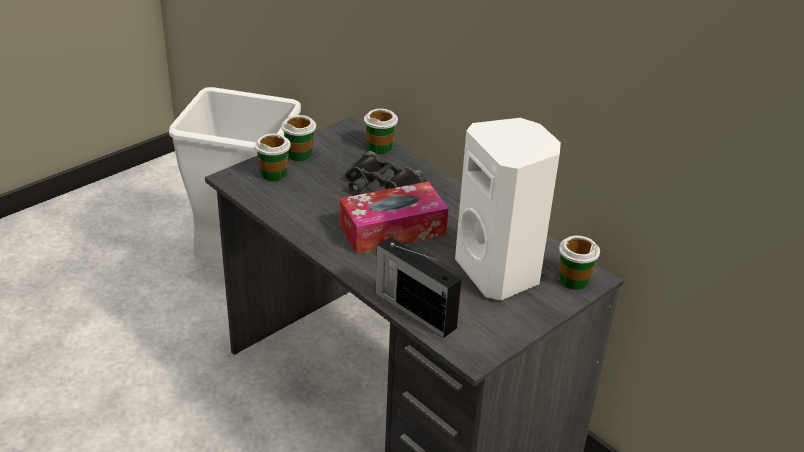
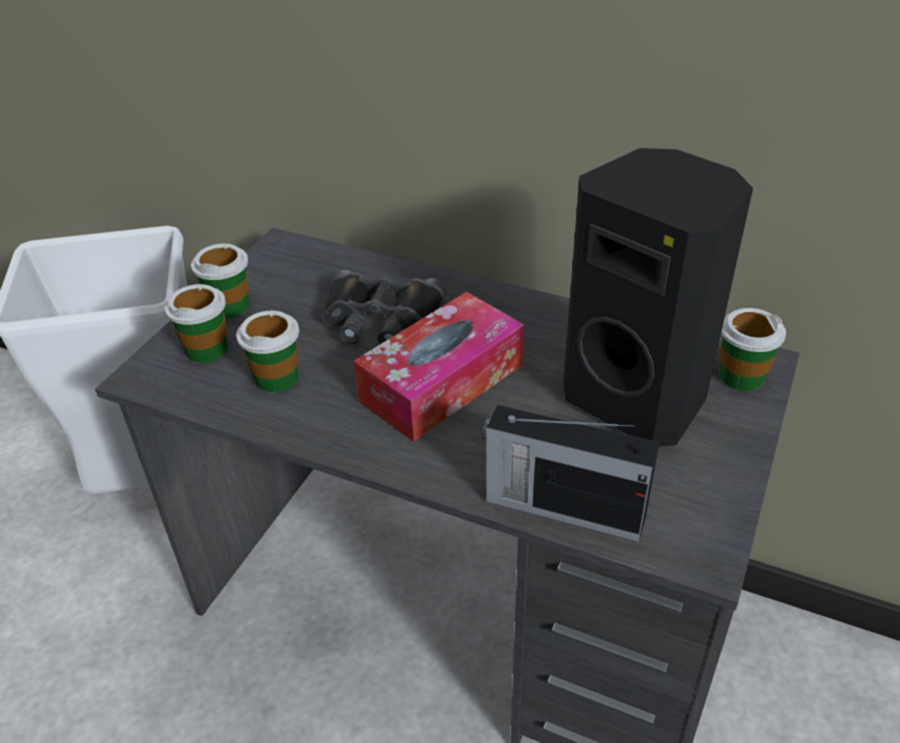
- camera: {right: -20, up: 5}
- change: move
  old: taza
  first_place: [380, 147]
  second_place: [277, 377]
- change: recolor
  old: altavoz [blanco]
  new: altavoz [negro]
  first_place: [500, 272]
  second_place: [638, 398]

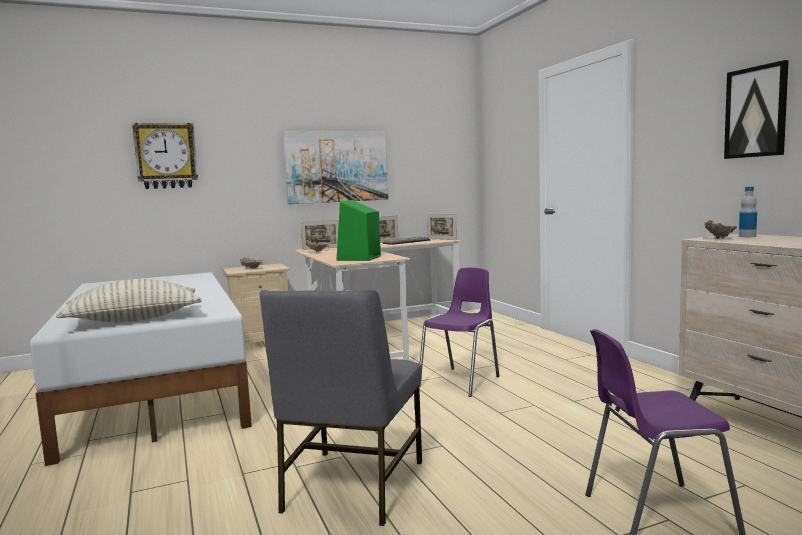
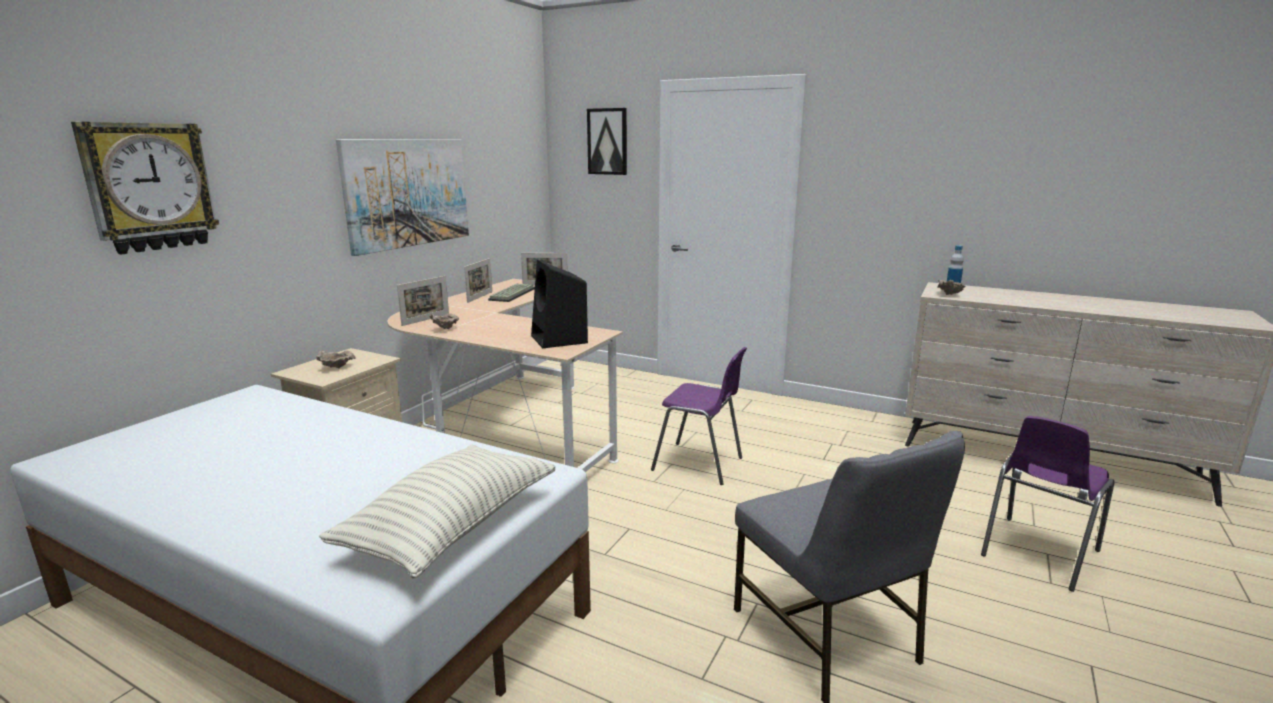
- camera: {right: -40, up: 10}
- change: recolor
  old: altavoz [verde]
  new: altavoz [negro]
  first_place: [359, 258]
  second_place: [560, 340]
- change: move
  old: cuadro
  first_place: [756, 112]
  second_place: [607, 141]
- change: rotate
  old: silla [morado]
  first_place: [461, 381]
  second_place: [700, 464]
  degrees: 120

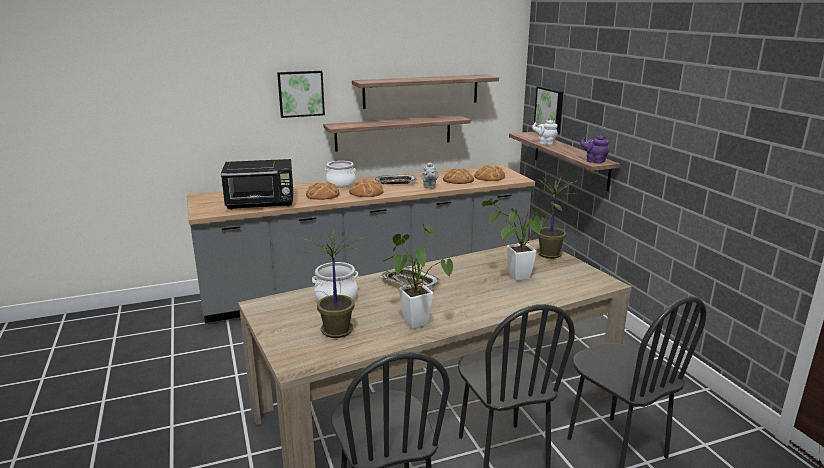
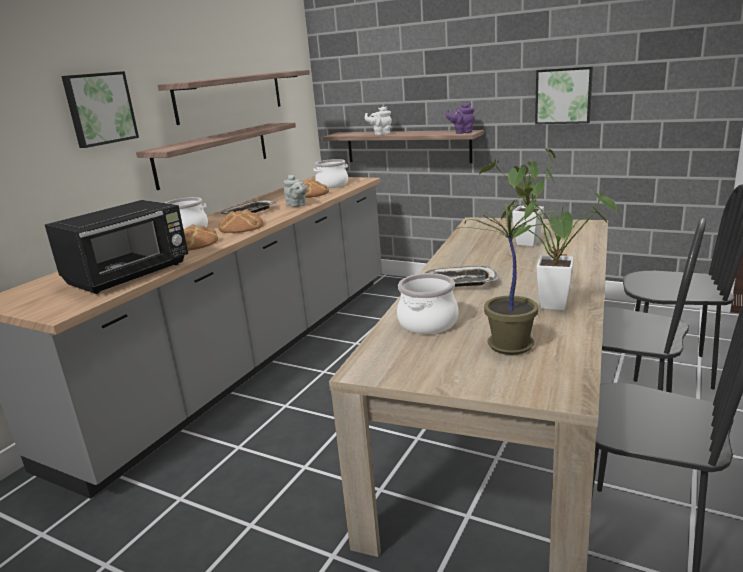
- camera: {right: -40, up: 0}
- change: replace
  old: pan
  new: olla
  first_place: [489, 177]
  second_place: [332, 185]
- change: move
  old: cuadro
  first_place: [550, 109]
  second_place: [563, 96]
- change: delete
  old: planta en maceta
  first_place: [550, 255]

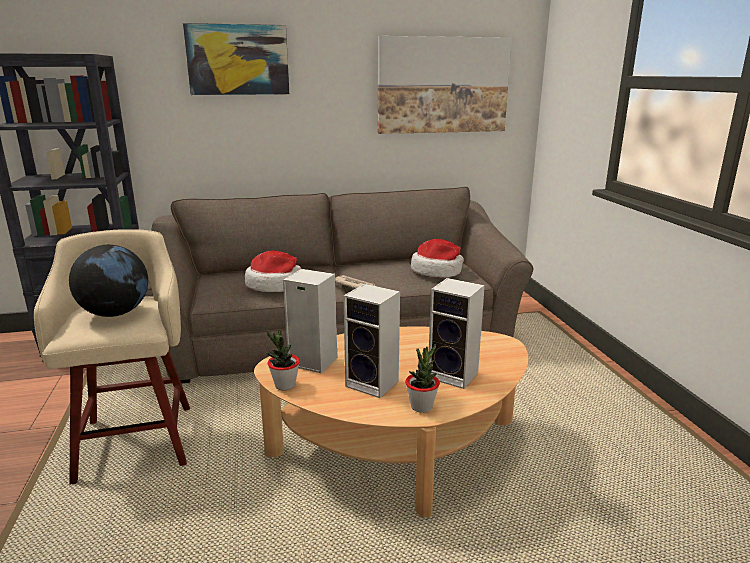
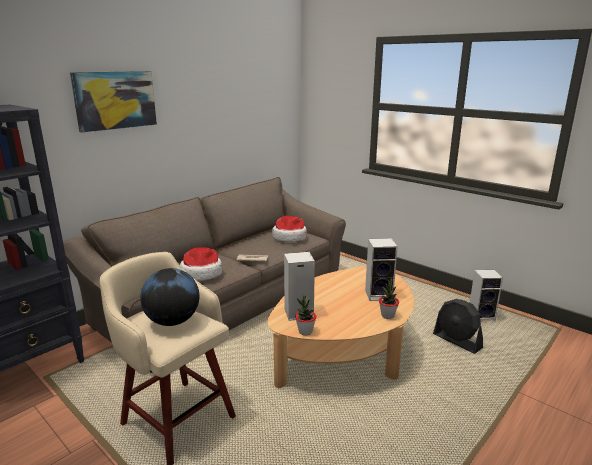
- camera: {right: -35, up: 0}
- change: insert
  new: ventilador [negro]
  second_place: [457, 341]
- change: move
  old: altavoz
  first_place: [374, 384]
  second_place: [482, 317]
- change: delete
  old: cuadro
  first_place: [443, 85]

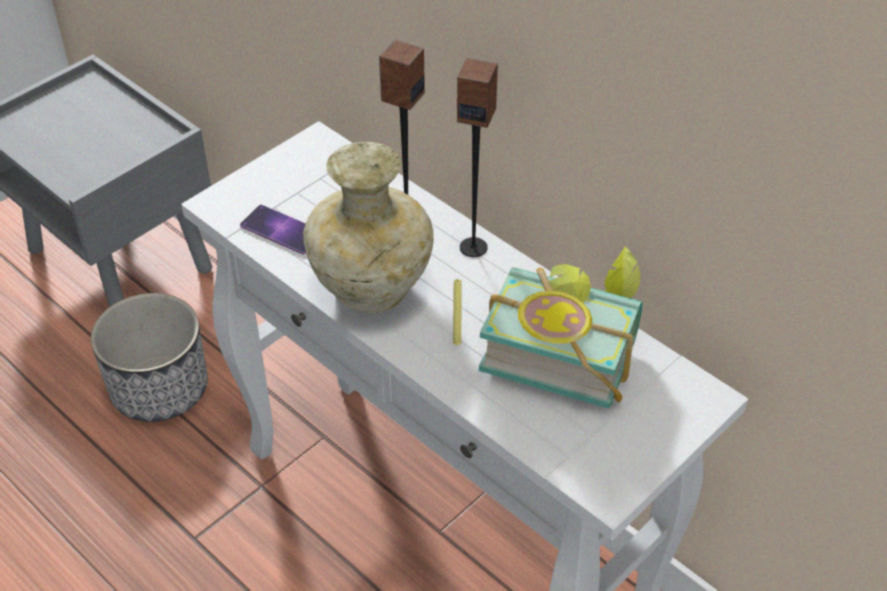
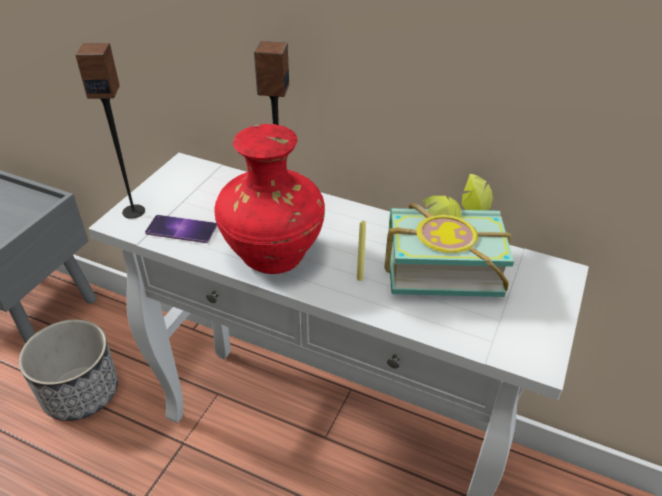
- camera: {right: -20, up: -5}
- change: move
  old: altavoz
  first_place: [473, 247]
  second_place: [134, 211]
- change: recolor
  old: florero [beis]
  new: florero [rojo]
  first_place: [370, 290]
  second_place: [273, 256]

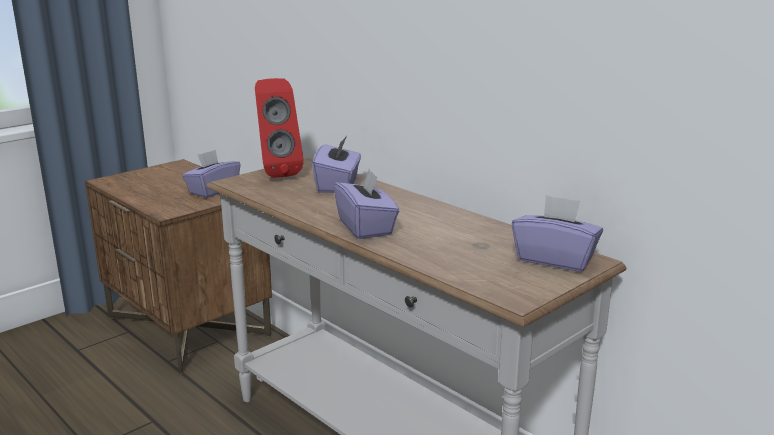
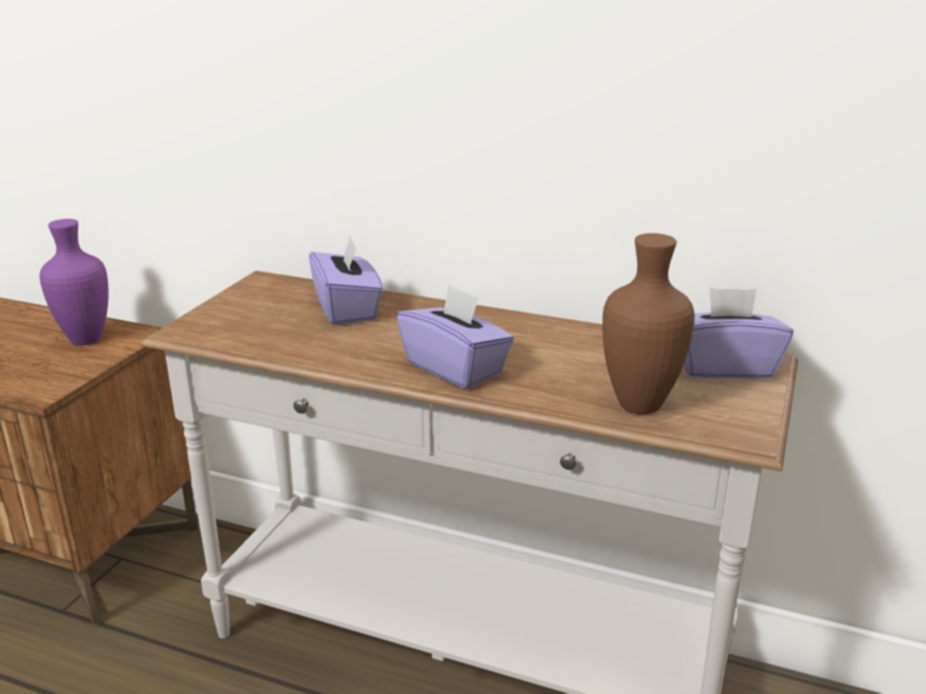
- camera: {right: -25, up: 5}
- change: replace
  old: caja de pañuelos [morado]
  new: florero [morado]
  first_place: [213, 191]
  second_place: [86, 341]
- change: insert
  new: florero [marrón]
  second_place: [636, 406]
- change: delete
  old: altavoz [rojo]
  first_place: [277, 173]

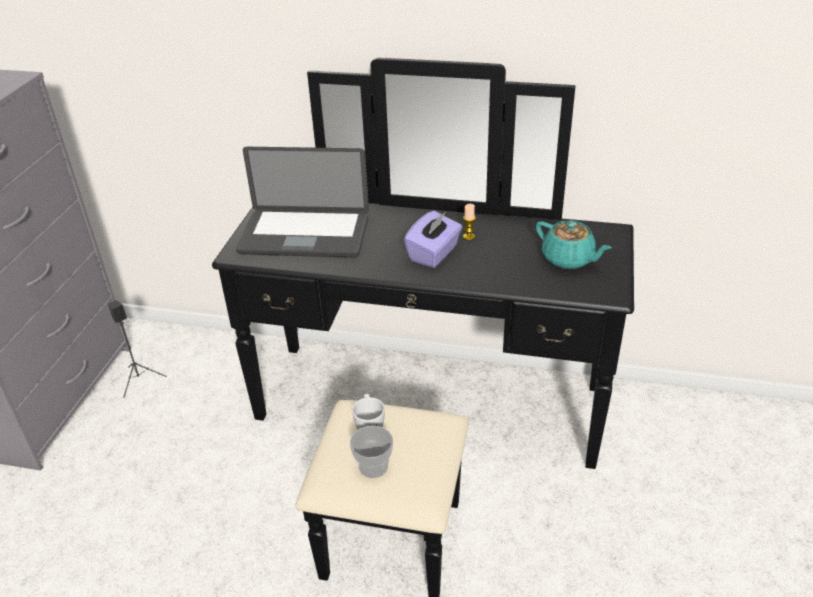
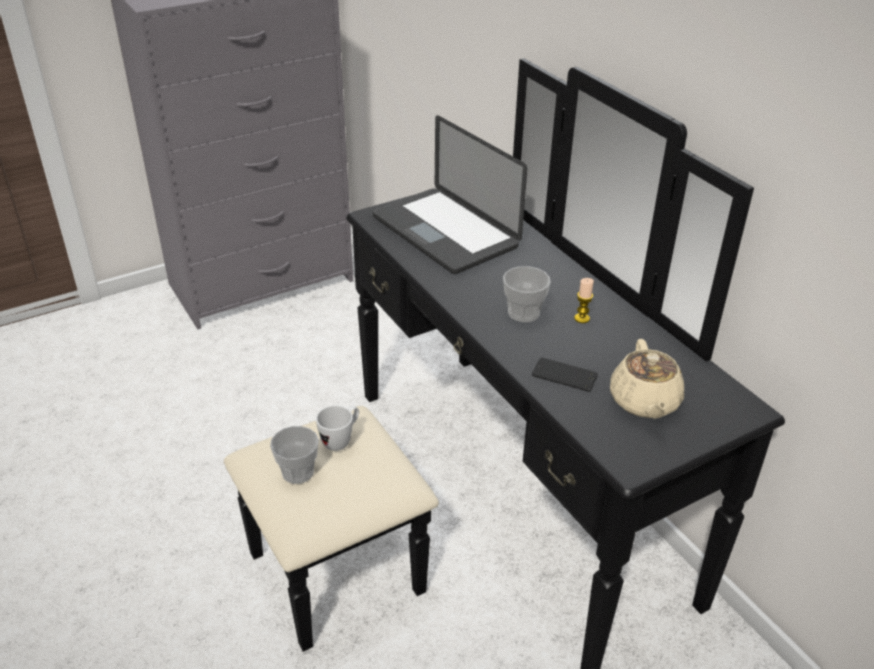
- camera: {right: 45, up: 0}
- change: replace
  old: caja de pañuelos [morado]
  new: taza
  first_place: [434, 254]
  second_place: [523, 313]
- change: insert
  new: móvil
  second_place: [564, 375]
- change: recolor
  old: tetera [turquesa]
  new: tetera [beis]
  first_place: [569, 259]
  second_place: [644, 402]
- change: delete
  old: altavoz [negro]
  first_place: [140, 379]

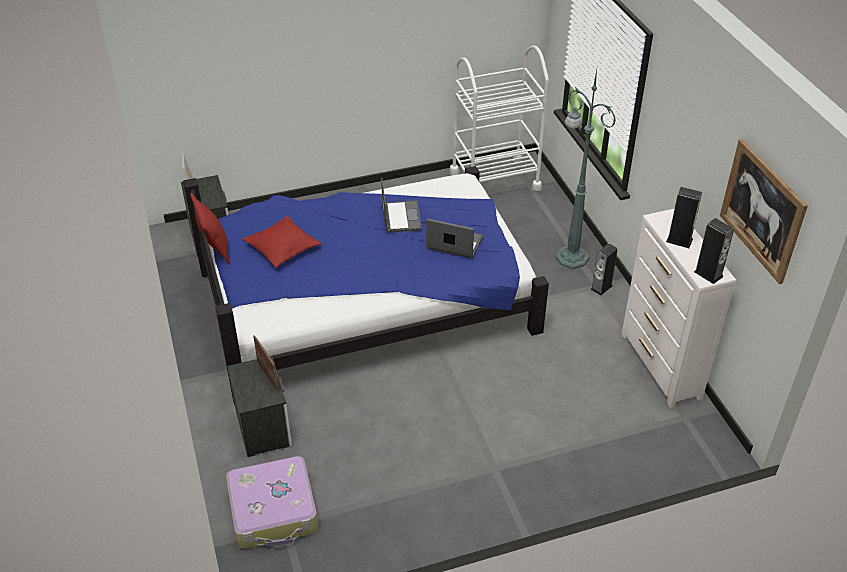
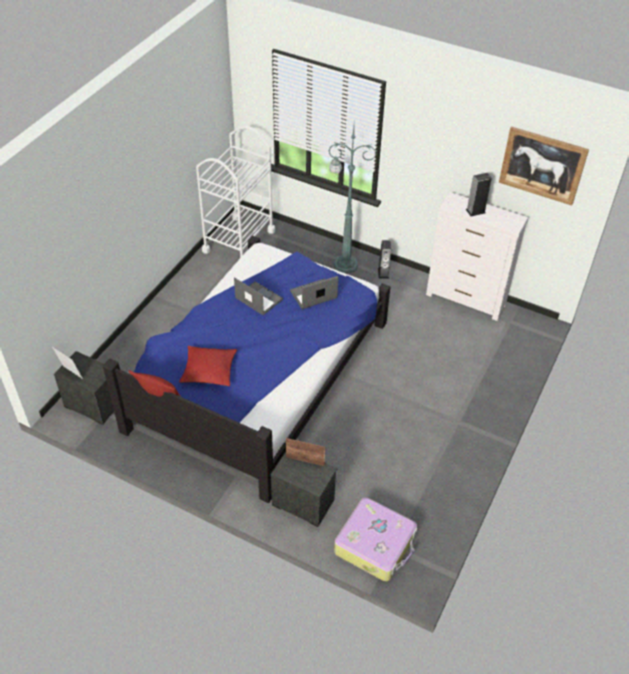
- camera: {right: -45, up: 5}
- change: delete
  old: altavoz
  first_place: [708, 274]

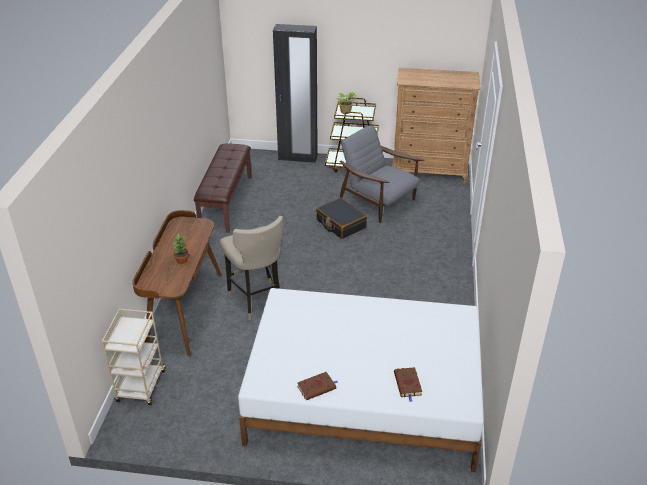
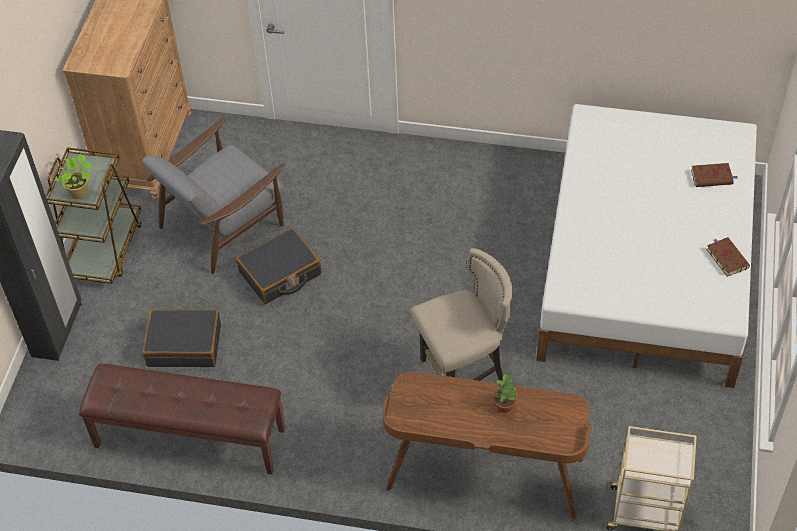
- camera: {right: -85, up: 15}
- change: insert
  new: maleta [negro]
  second_place: [184, 345]

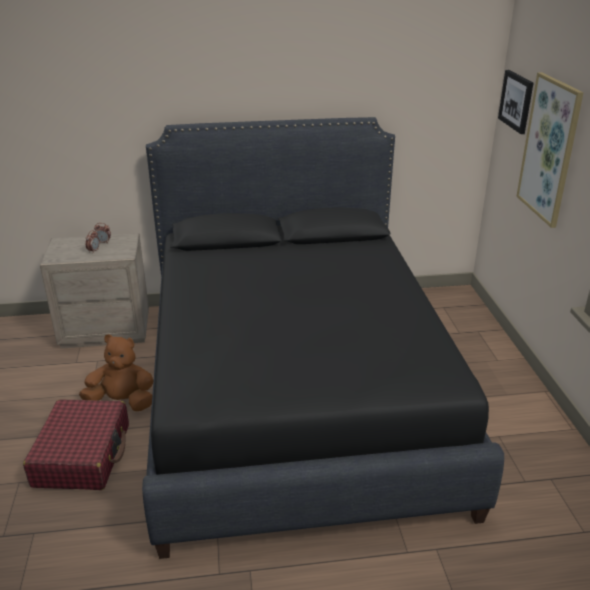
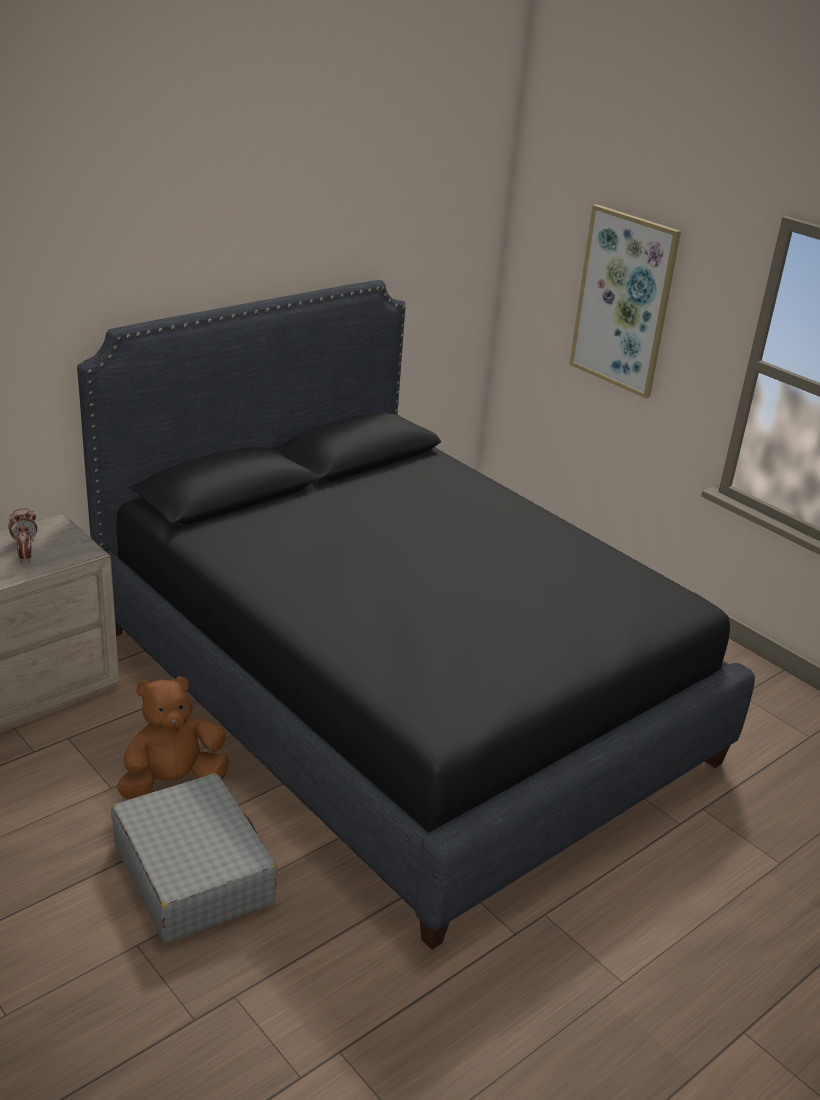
- camera: {right: -35, up: 0}
- change: recolor
  old: maleta [rojo]
  new: maleta [gris]
  first_place: [83, 455]
  second_place: [193, 873]
- change: delete
  old: cuadro
  first_place: [516, 101]

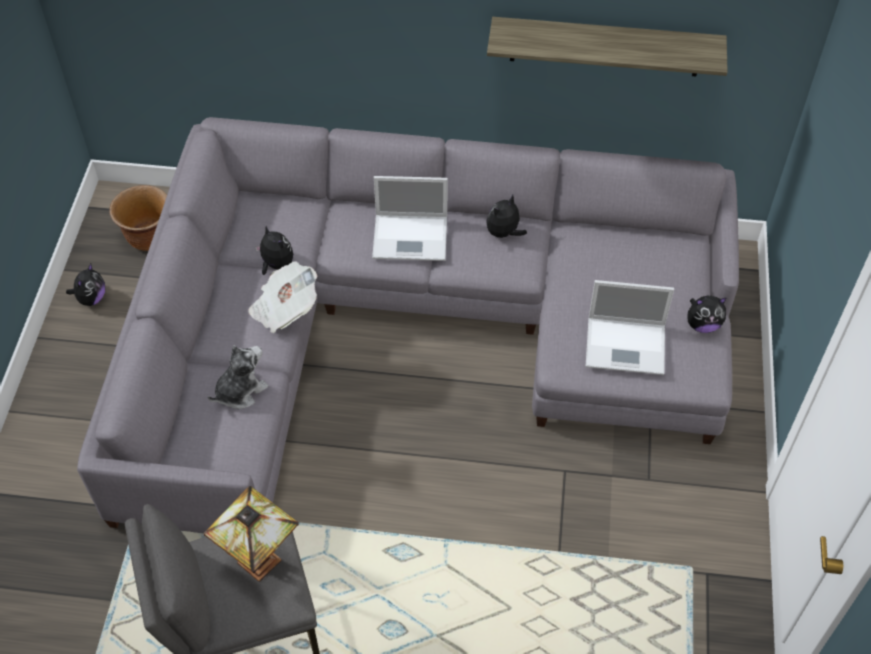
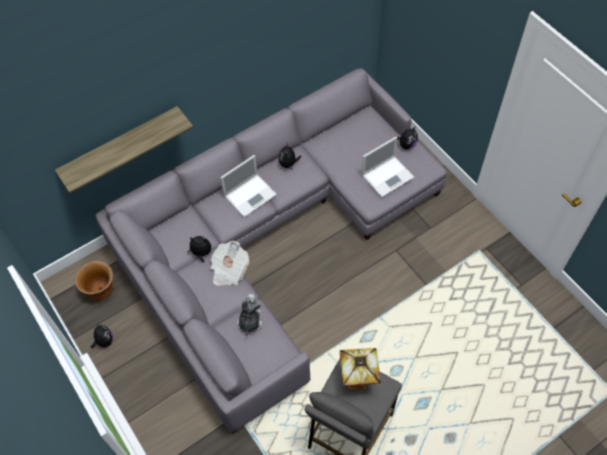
- camera: {right: -40, up: 5}
- change: move
  old: estante
  first_place: [605, 46]
  second_place: [121, 146]

